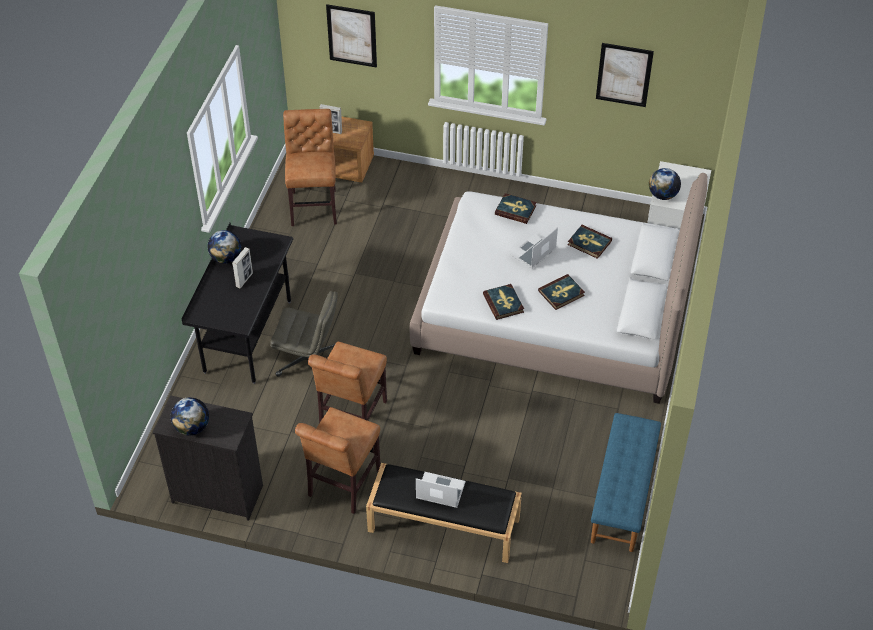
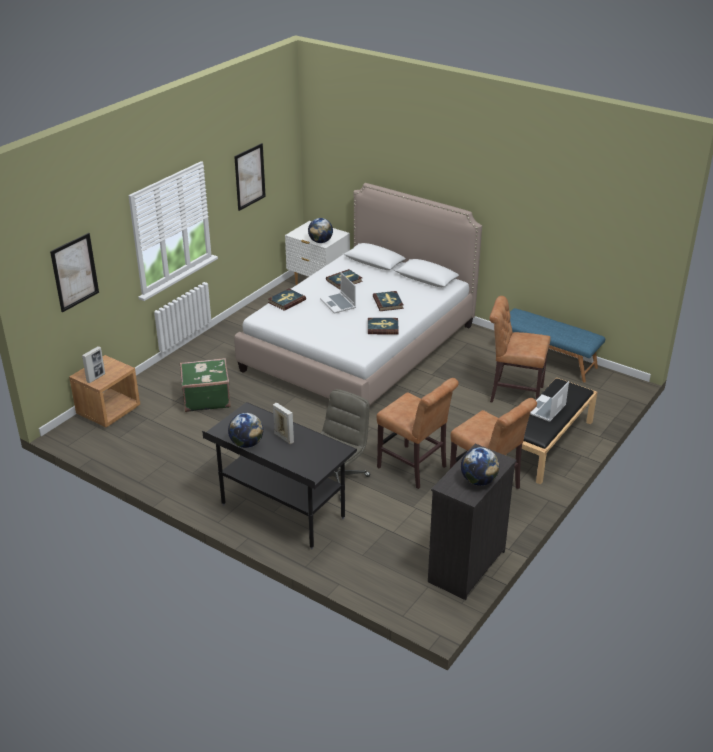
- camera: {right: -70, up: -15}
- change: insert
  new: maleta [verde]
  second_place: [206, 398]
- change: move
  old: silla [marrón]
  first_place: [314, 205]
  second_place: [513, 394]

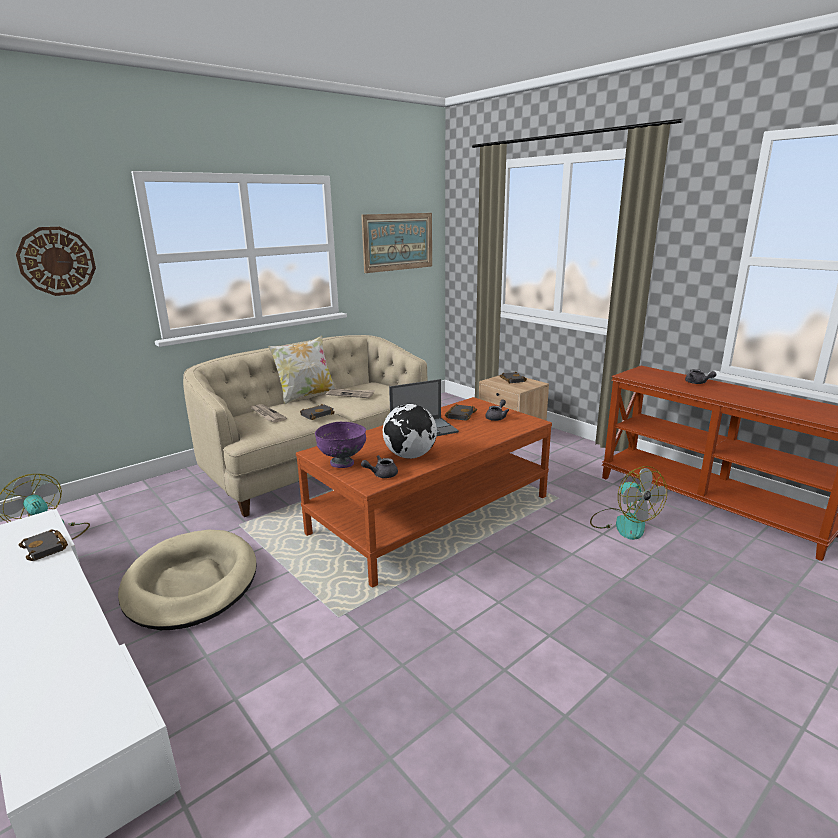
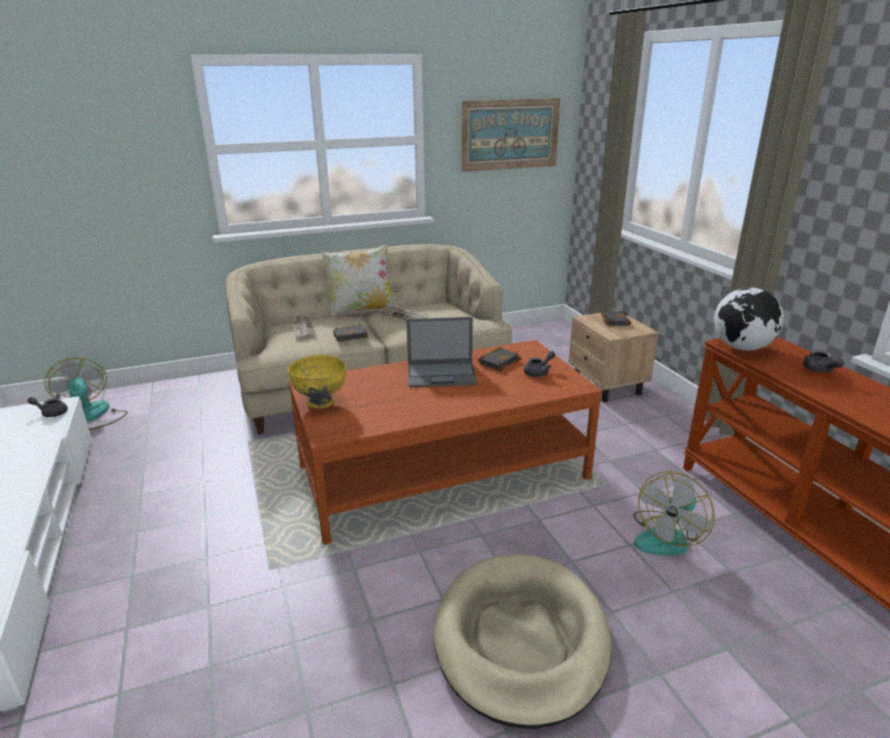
- camera: {right: 20, up: 5}
- change: move
  old: tetera [gris]
  first_place: [381, 474]
  second_place: [52, 412]
- change: recolor
  old: cuenco [morado]
  new: cuenco [amarillo]
  first_place: [342, 464]
  second_place: [320, 402]
- change: move
  old: cama para perro [beis]
  first_place: [191, 583]
  second_place: [520, 640]
- change: rotate
  old: ventilador
  first_place: [623, 523]
  second_place: [667, 537]
  degrees: 45
- change: move
  old: globo terráqueo
  first_place: [410, 456]
  second_place: [742, 348]
- change: delete
  old: reloj de pared
  first_place: [57, 261]
- change: delete
  old: libro [negro]
  first_place: [46, 548]

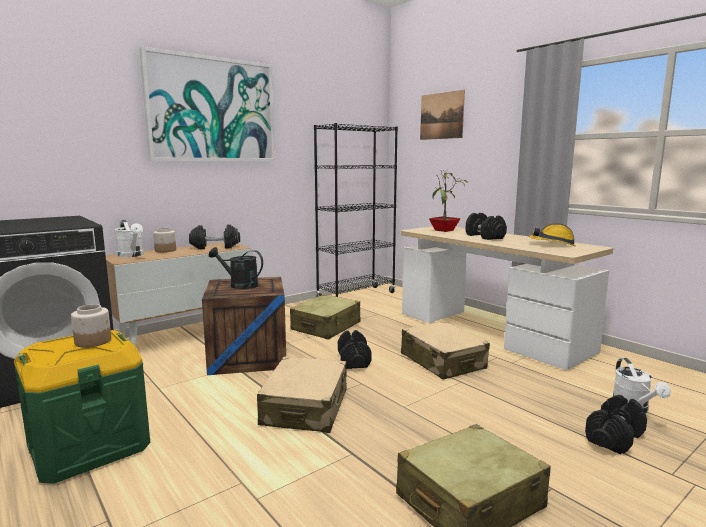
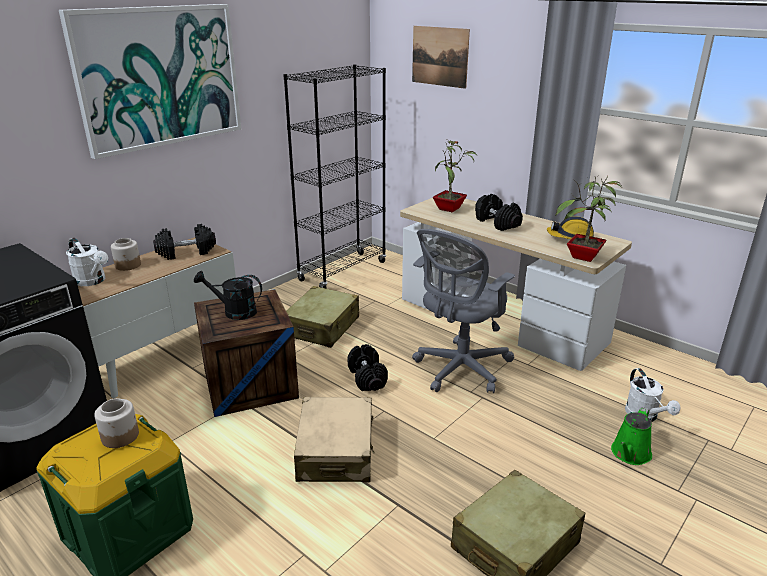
- camera: {right: -10, up: 15}
- change: replace
  old: maleta [beis]
  new: silla de oficina [gris]
  first_place: [442, 361]
  second_place: [459, 370]
- change: insert
  new: planta en maceta
  second_place: [583, 257]
- change: replace
  old: mancuerna [negro]
  new: regadera [verde]
  first_place: [614, 438]
  second_place: [630, 454]

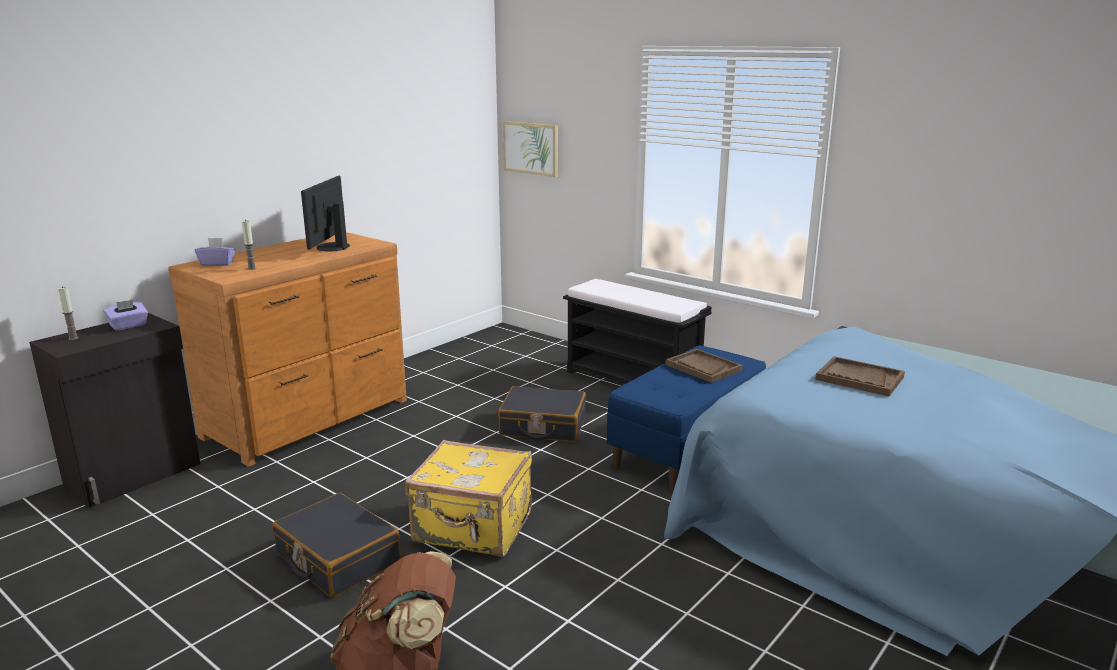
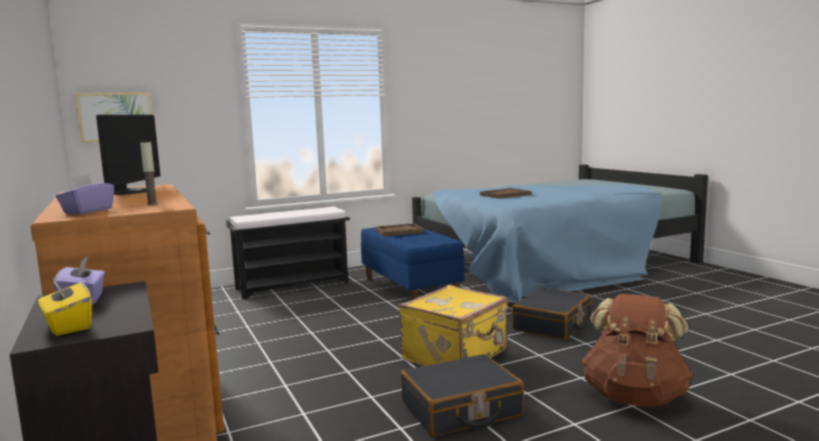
- camera: {right: -65, up: -10}
- change: replace
  old: vela
  new: caja de pañuelos [amarillo]
  first_place: [73, 338]
  second_place: [67, 326]
- change: rotate
  old: monitor
  first_place: [331, 247]
  second_place: [131, 192]
  degrees: -120
- change: move
  old: maleta [negro]
  first_place: [543, 426]
  second_place: [553, 325]

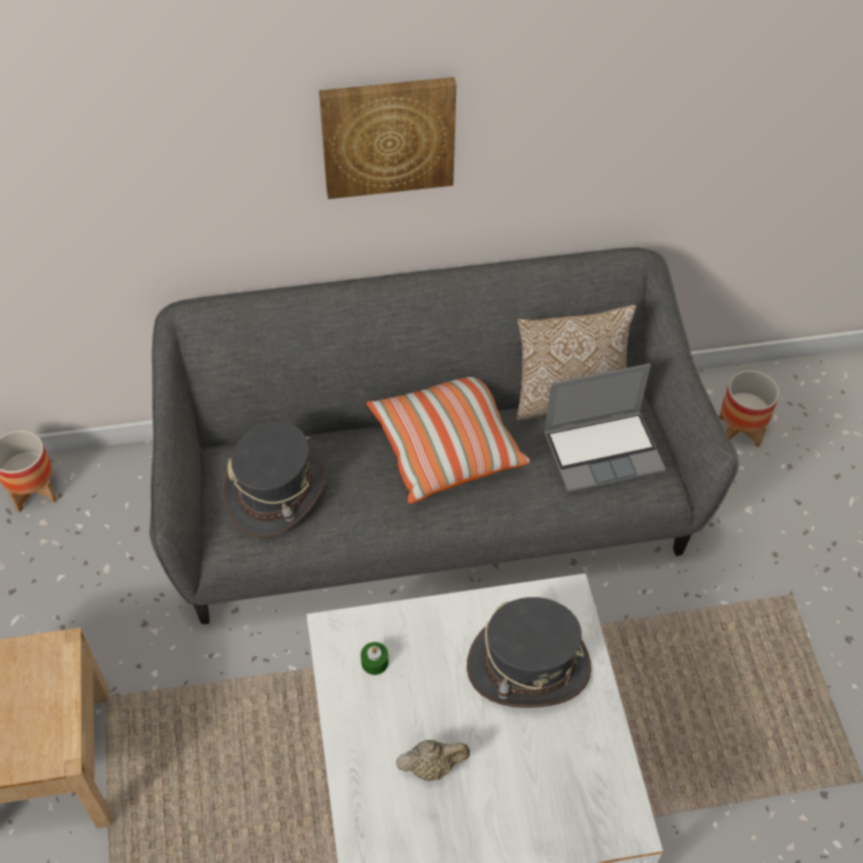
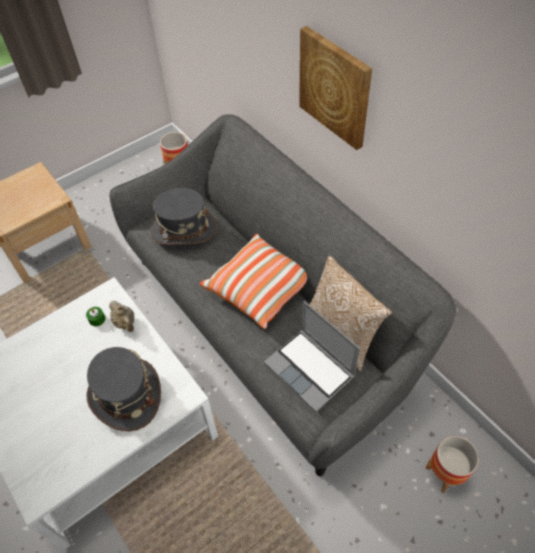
- camera: {right: 65, up: 0}
- change: move
  old: tetera [beis]
  first_place: [432, 766]
  second_place: [125, 323]

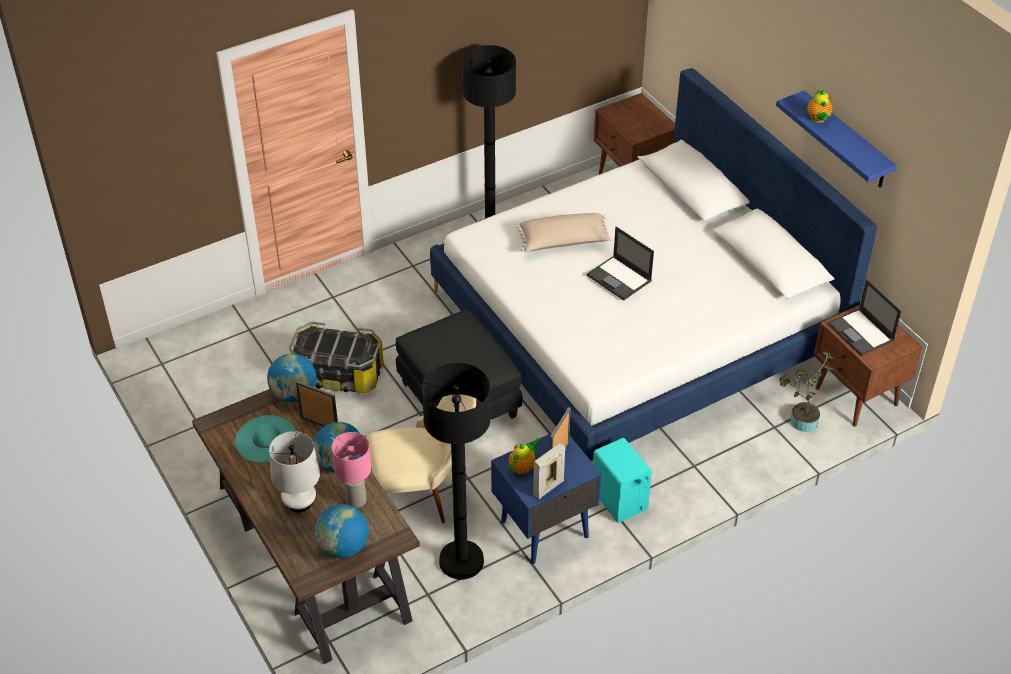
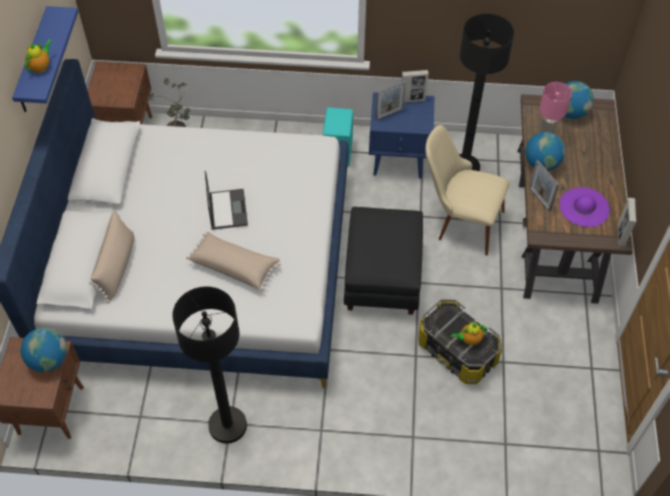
- camera: {right: -145, up: 10}
- change: move
  old: globo terráqueo
  first_place: [294, 394]
  second_place: [49, 360]
- change: insert
  new: cojín [beis]
  second_place: [117, 266]
- change: move
  old: tetera
  first_place: [523, 466]
  second_place: [469, 339]
- change: recolor
  old: sombrero [turquesa]
  new: sombrero [morado]
  first_place: [266, 439]
  second_place: [584, 207]
- change: insert
  new: portarretratos
  second_place: [621, 235]
- change: delete
  old: lámpara de mesa [blanco]
  first_place: [299, 503]
- change: delete
  old: portátil
  first_place: [861, 333]

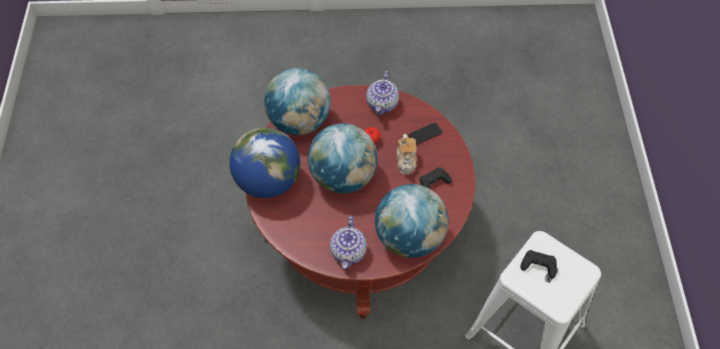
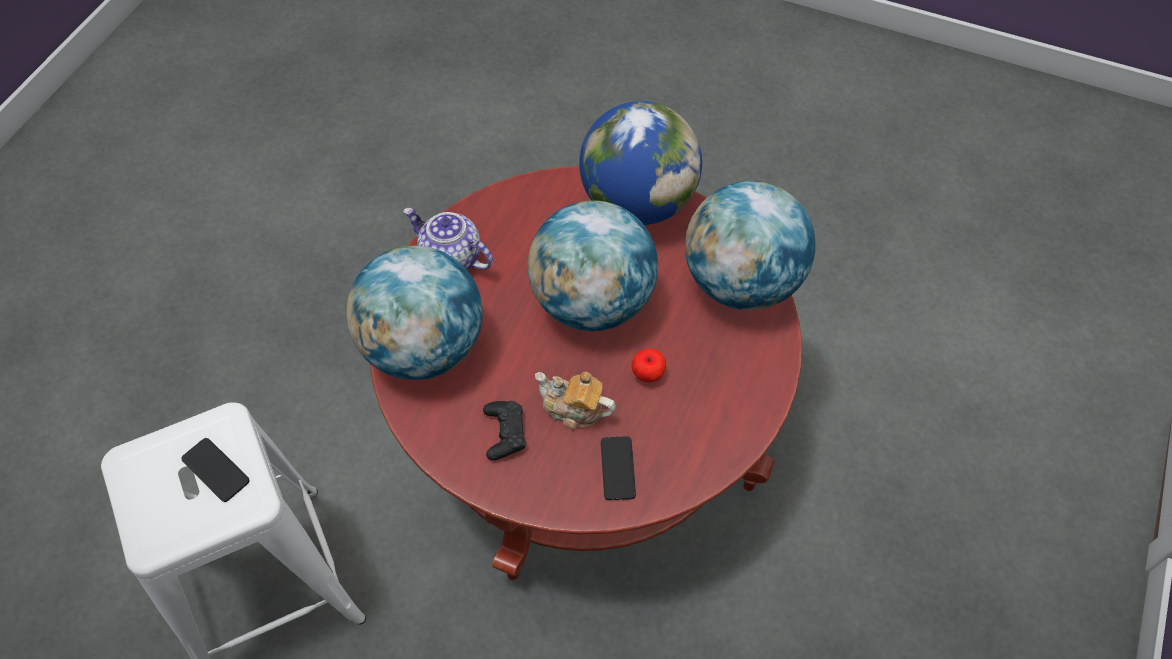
- camera: {right: 115, up: 0}
- change: replace
  old: mando de consola [negro]
  new: móvil
  first_place: [538, 265]
  second_place: [215, 470]
- change: delete
  old: tetera
  first_place: [382, 104]

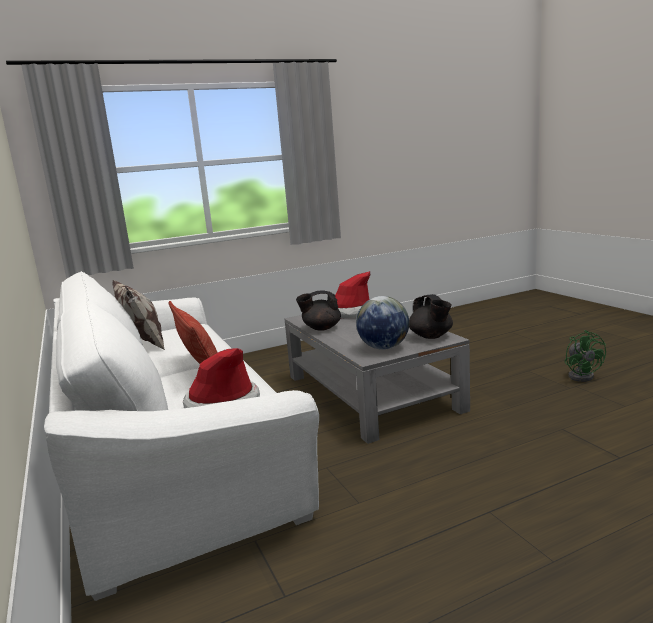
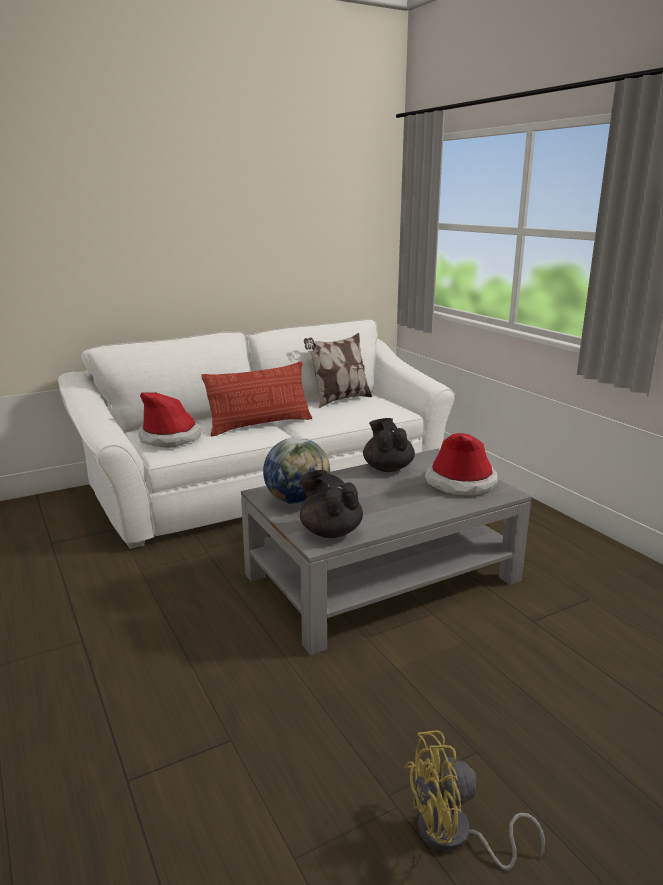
- camera: {right: 85, up: 5}
- change: rotate
  old: tetera [negro]
  first_place: [431, 336]
  second_place: [330, 531]
  degrees: 75
- change: recolor
  old: ventilador [verde]
  new: ventilador [amarillo]
  first_place: [582, 375]
  second_place: [455, 836]

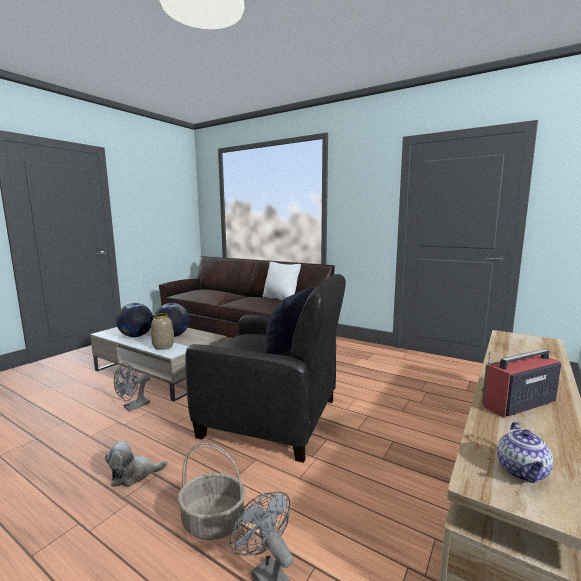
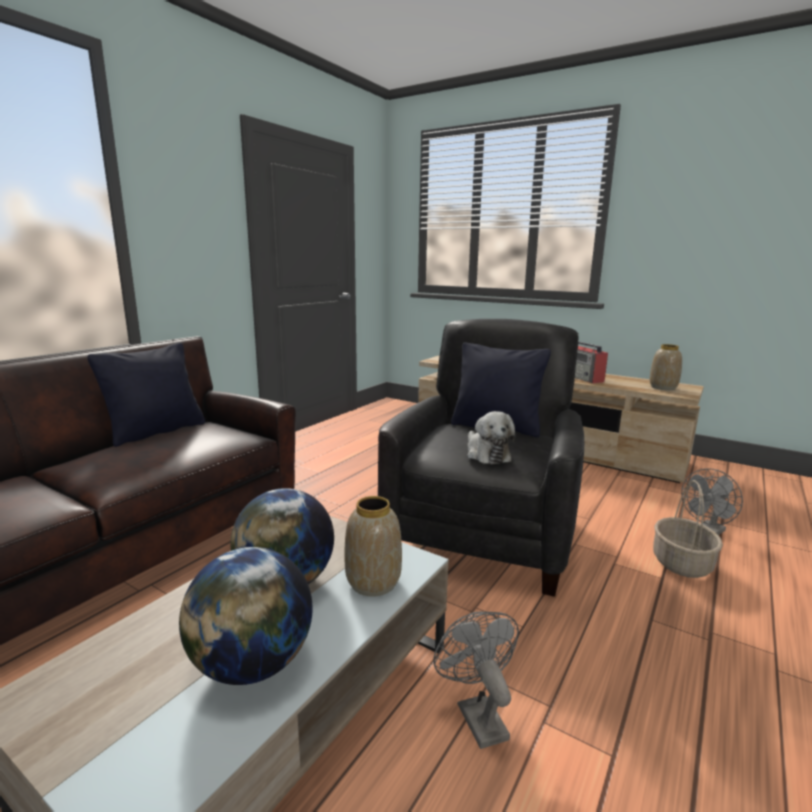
- camera: {right: -90, up: 5}
- change: recolor
  old: cojín [blanco]
  new: cojín [negro]
  first_place: [281, 298]
  second_place: [156, 432]
- change: rotate
  old: ventilador [gris]
  first_place: [133, 407]
  second_place: [477, 714]
  degrees: -150
- change: move
  old: peluche
  first_place: [134, 475]
  second_place: [486, 454]
- change: replace
  old: tetera
  new: florero
  first_place: [523, 472]
  second_place: [663, 387]

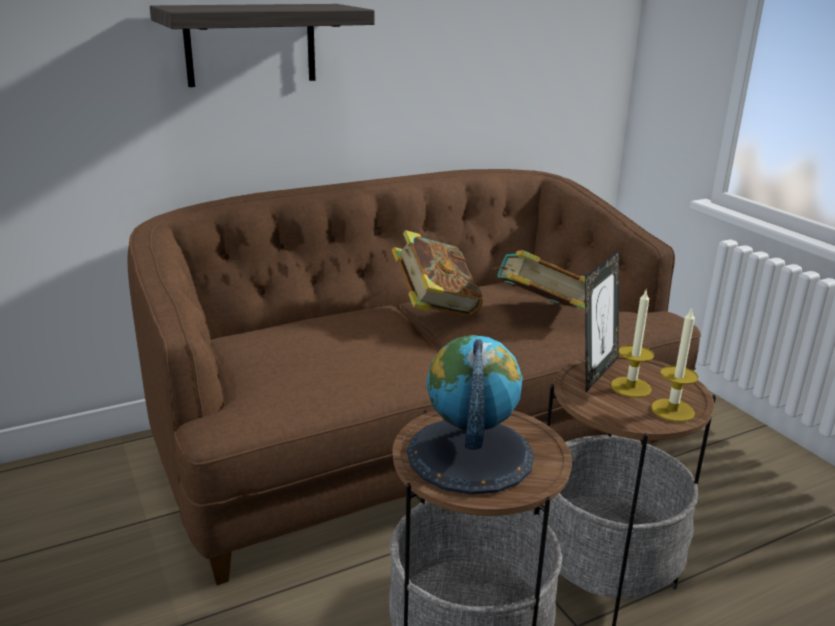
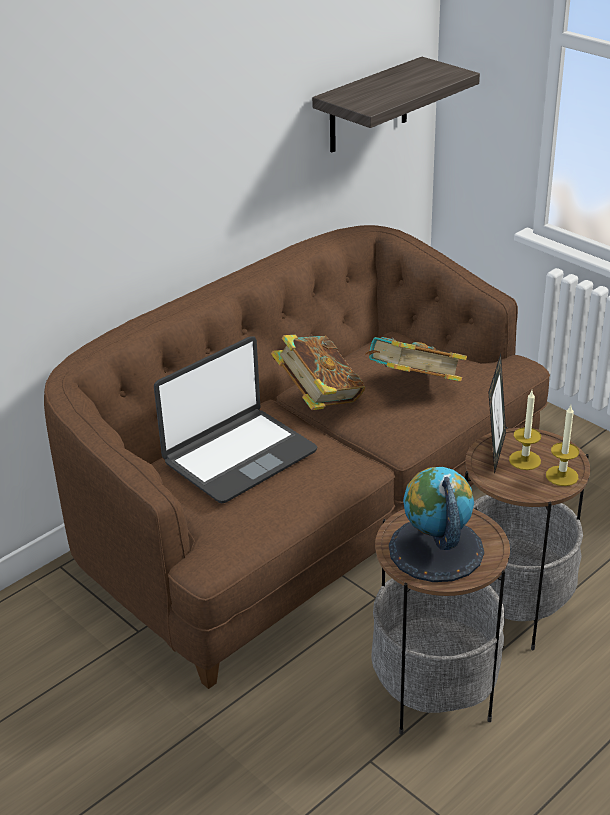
- camera: {right: -15, up: 10}
- change: insert
  new: portátil
  second_place: [239, 456]
- change: move
  old: estante
  first_place: [251, 44]
  second_place: [368, 106]

